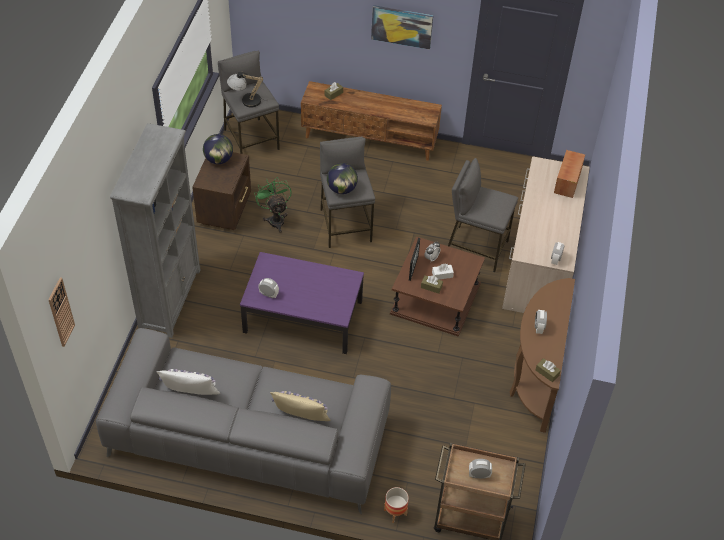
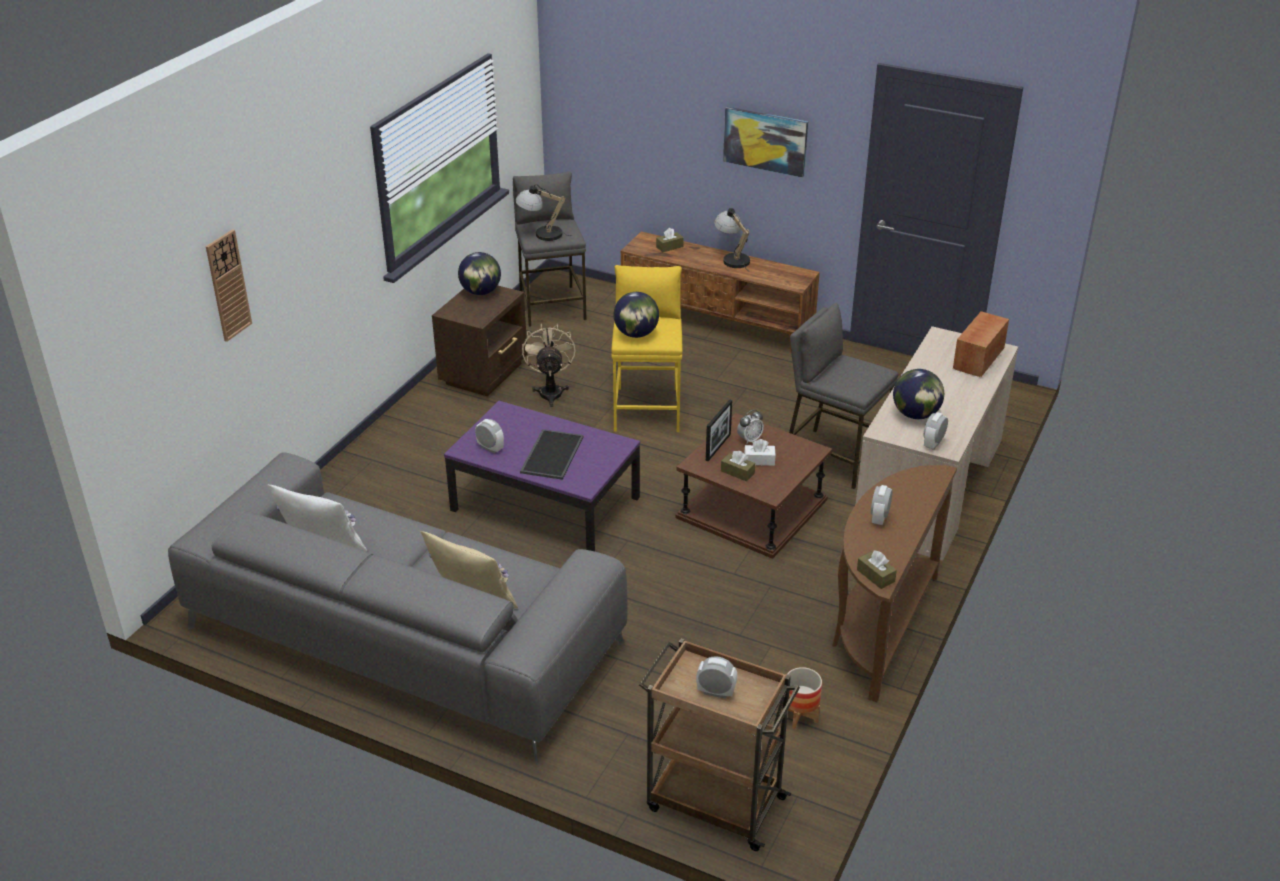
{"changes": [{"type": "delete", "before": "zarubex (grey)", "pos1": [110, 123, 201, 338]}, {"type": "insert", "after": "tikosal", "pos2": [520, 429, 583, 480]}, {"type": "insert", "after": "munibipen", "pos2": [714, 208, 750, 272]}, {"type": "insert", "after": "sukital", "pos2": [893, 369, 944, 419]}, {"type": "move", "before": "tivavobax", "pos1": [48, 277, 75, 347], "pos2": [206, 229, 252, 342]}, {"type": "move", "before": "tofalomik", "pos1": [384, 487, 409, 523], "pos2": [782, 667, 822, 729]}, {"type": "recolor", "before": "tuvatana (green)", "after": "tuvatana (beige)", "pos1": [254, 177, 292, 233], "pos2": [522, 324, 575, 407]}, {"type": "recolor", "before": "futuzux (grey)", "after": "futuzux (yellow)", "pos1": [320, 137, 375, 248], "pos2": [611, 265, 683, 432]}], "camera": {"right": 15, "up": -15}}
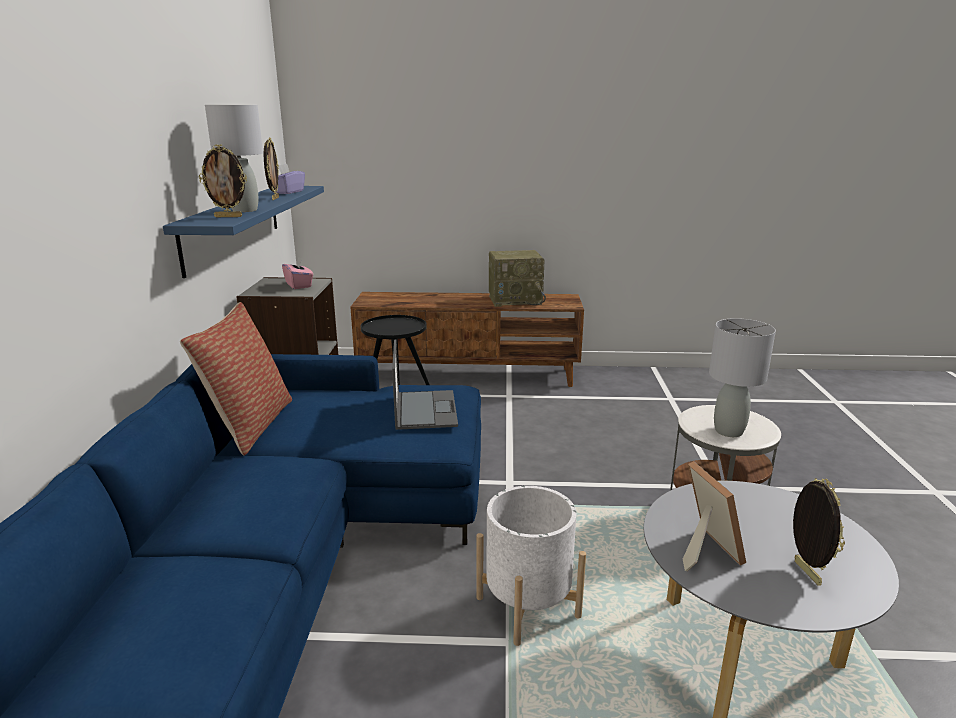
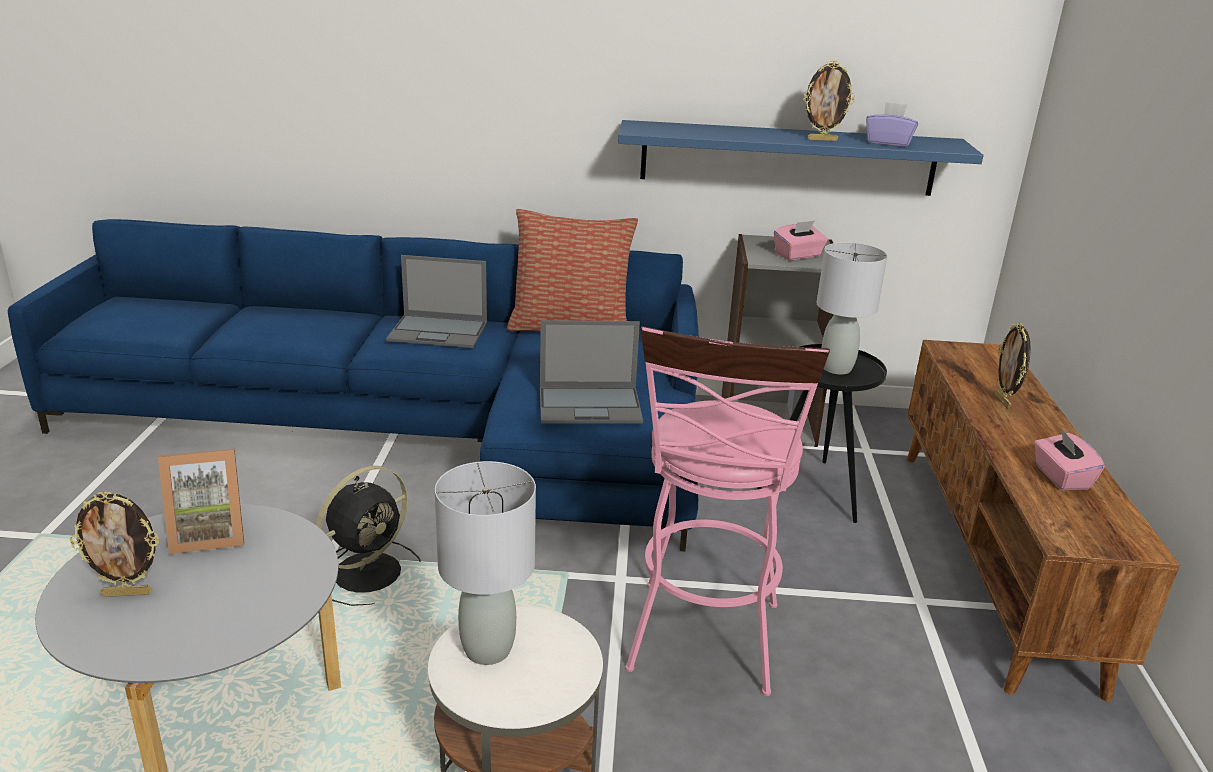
{"changes": [{"type": "insert", "after": "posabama", "pos2": [386, 255, 487, 348]}, {"type": "insert", "after": "futuzux (pink)", "pos2": [625, 326, 830, 696]}, {"type": "move", "before": "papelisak", "pos1": [199, 144, 247, 217], "pos2": [995, 322, 1031, 409]}, {"type": "move", "before": "munibipen (grey)", "pos1": [205, 105, 263, 212], "pos2": [817, 242, 887, 374]}, {"type": "replace", "before": "tofalomik (white)", "after": "tuvatana (black)", "pos1": [477, 486, 586, 646], "pos2": [316, 466, 421, 606]}, {"type": "replace", "before": "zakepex", "after": "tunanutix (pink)", "pos1": [489, 250, 546, 307], "pos2": [1034, 428, 1105, 490]}], "camera": {"right": 90, "up": 5}}
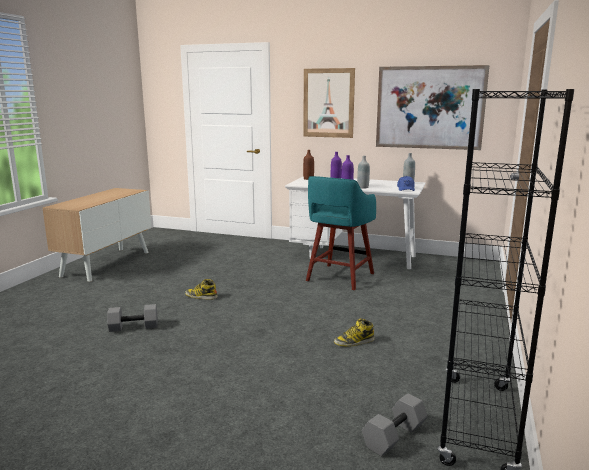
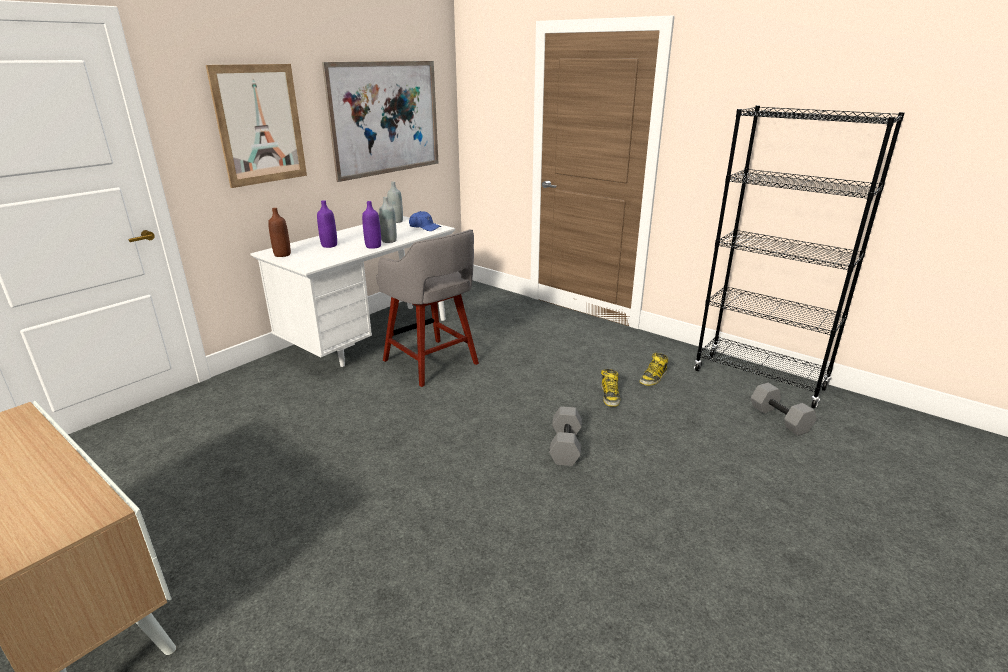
{"changes": [{"type": "move", "before": "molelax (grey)", "pos1": [107, 304, 158, 332], "pos2": [549, 406, 582, 466]}, {"type": "move", "before": "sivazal", "pos1": [185, 279, 218, 299], "pos2": [640, 353, 668, 386]}, {"type": "recolor", "before": "futuzux (turquoise)", "after": "futuzux (grey)", "pos1": [306, 176, 376, 290], "pos2": [376, 230, 479, 387]}], "camera": {"right": -70, "up": 10}}
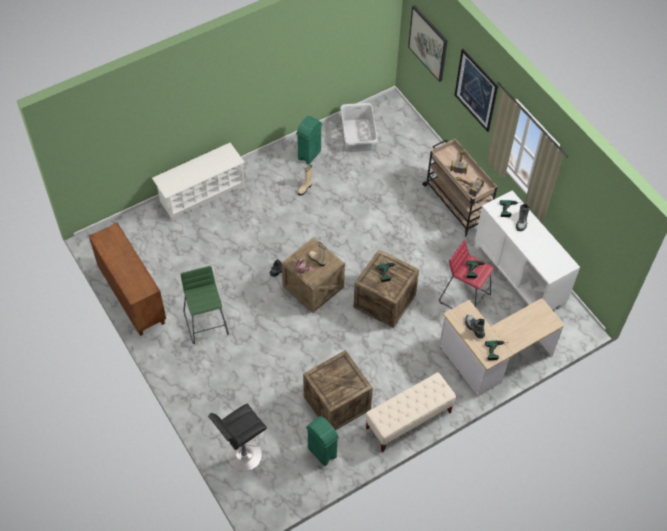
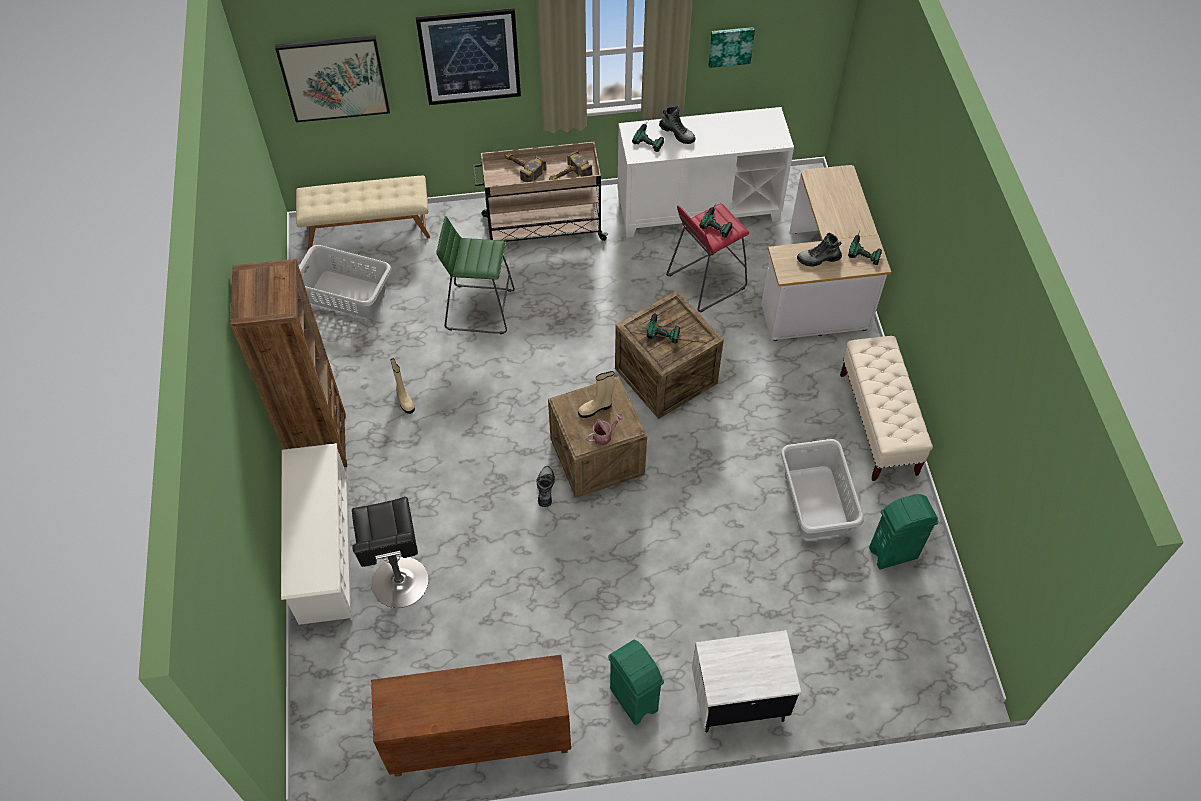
{"changes": [{"type": "insert", "after": "zarubex (brown)", "pos2": [231, 259, 347, 467]}, {"type": "insert", "after": "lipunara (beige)", "pos2": [296, 176, 430, 250]}, {"type": "insert", "after": "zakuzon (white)", "pos2": [692, 630, 802, 733]}, {"type": "insert", "after": "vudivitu", "pos2": [708, 27, 755, 68]}, {"type": "move", "before": "futuzux (green)", "pos1": [181, 266, 229, 344], "pos2": [436, 216, 515, 334]}, {"type": "move", "before": "futuzux (black)", "pos1": [208, 404, 267, 471], "pos2": [352, 497, 429, 608]}, {"type": "move", "before": "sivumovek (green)", "pos1": [296, 116, 322, 165], "pos2": [608, 640, 664, 725]}, {"type": "replace", "before": "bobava", "after": "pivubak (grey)", "pos1": [303, 350, 373, 430], "pos2": [781, 439, 863, 539]}], "camera": {"right": -65, "up": 0}}
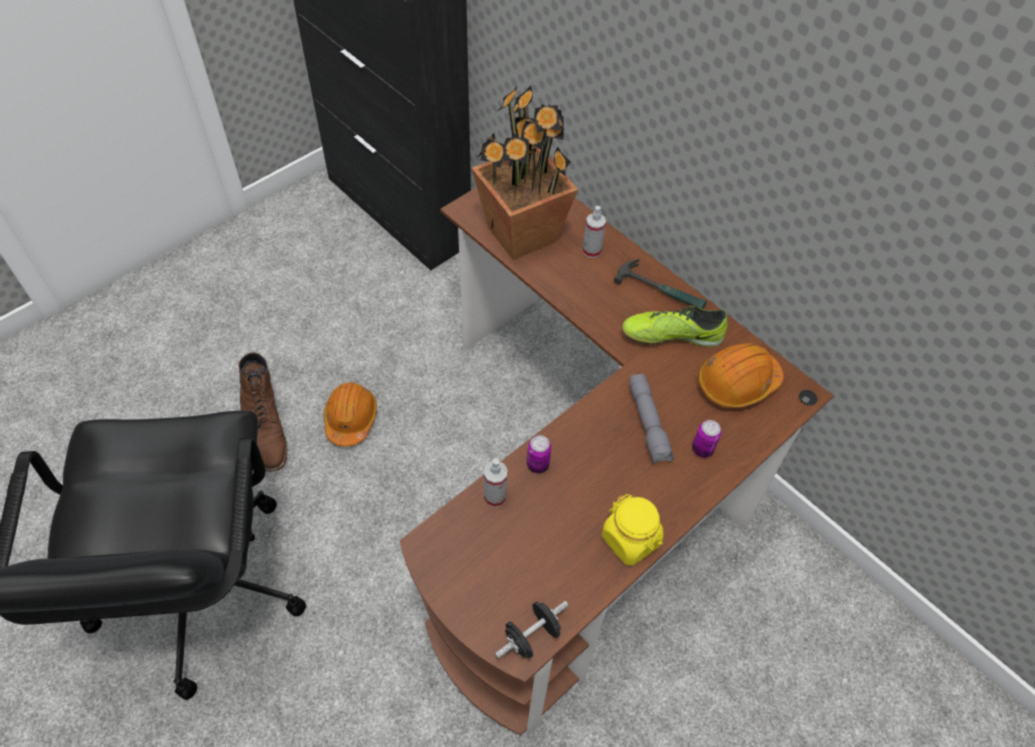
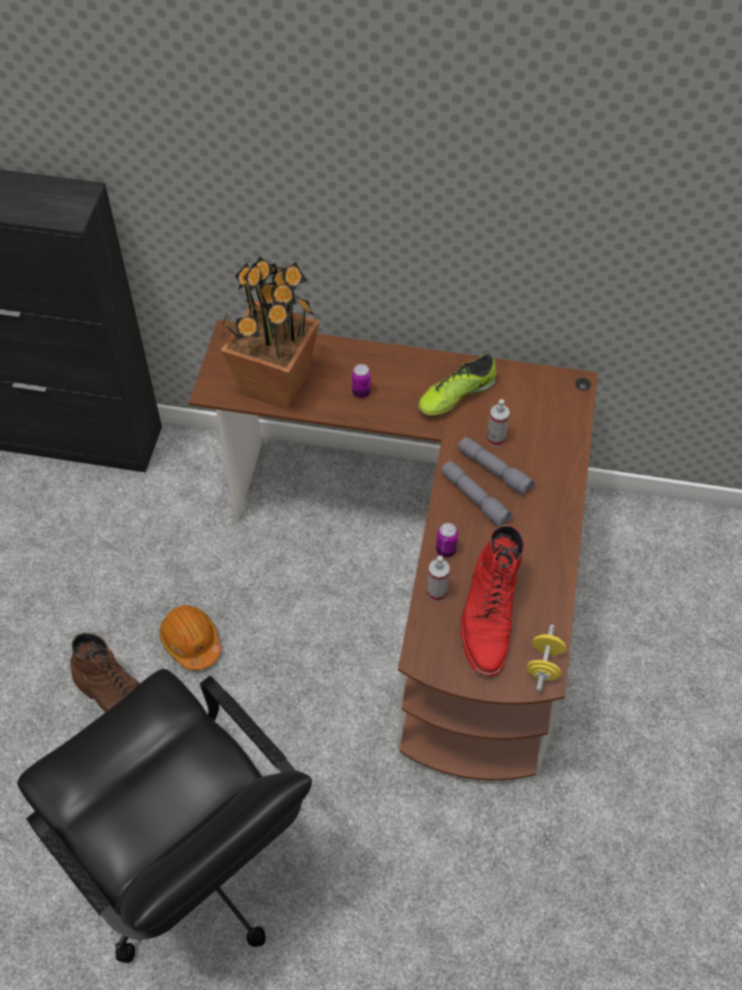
{"changes": [{"type": "delete", "before": "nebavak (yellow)", "pos1": [602, 494, 664, 566]}, {"type": "delete", "before": "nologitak", "pos1": [614, 259, 706, 309]}, {"type": "delete", "before": "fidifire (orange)", "pos1": [698, 343, 784, 408]}, {"type": "insert", "after": "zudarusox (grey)", "pos2": [442, 460, 513, 527]}, {"type": "insert", "after": "sivazal (red)", "pos2": [460, 524, 524, 676]}, {"type": "move", "before": "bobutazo", "pos1": [583, 206, 606, 258], "pos2": [487, 399, 510, 447]}, {"type": "move", "before": "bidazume", "pos1": [692, 420, 721, 458], "pos2": [352, 364, 371, 398]}, {"type": "recolor", "before": "molelax (black)", "after": "molelax (yellow)", "pos1": [495, 601, 569, 658], "pos2": [527, 624, 566, 691]}], "camera": {"right": -35, "up": 0}}
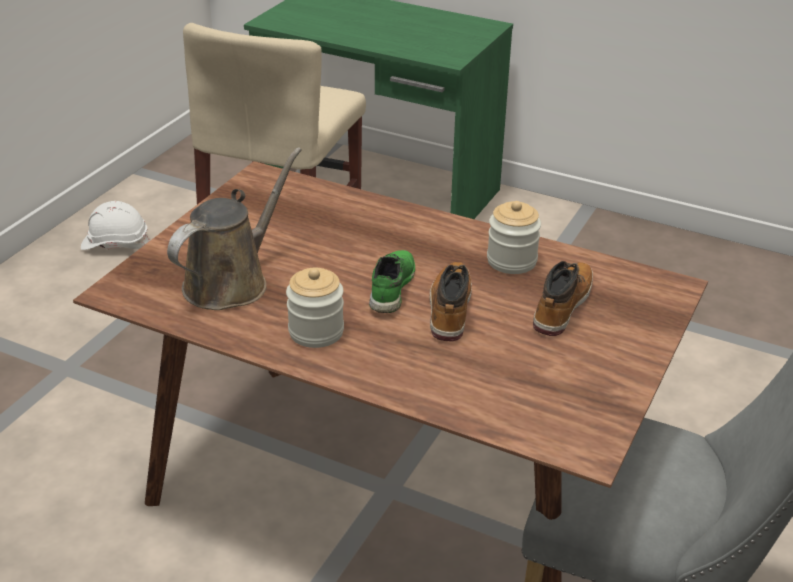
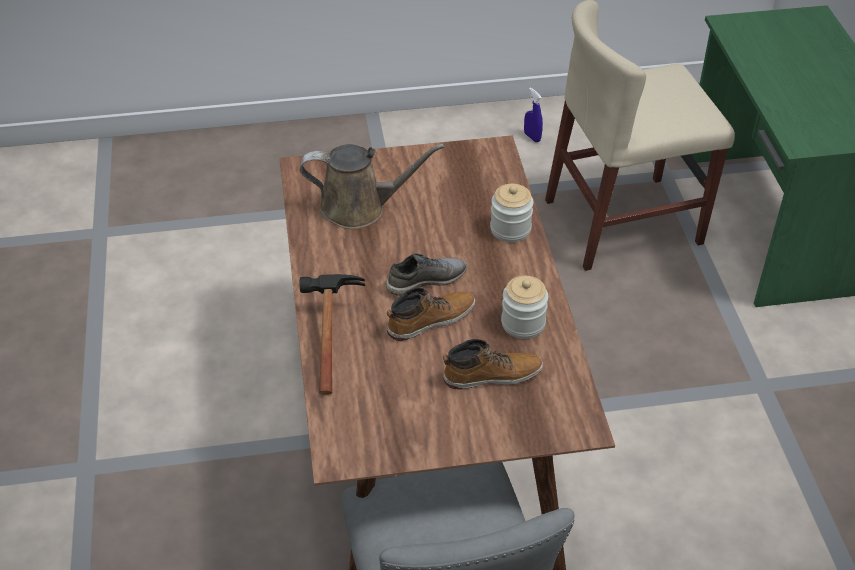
{"changes": [{"type": "insert", "after": "nologitak", "pos2": [300, 274, 365, 395]}, {"type": "move", "before": "nebavak", "pos1": [286, 268, 344, 348], "pos2": [490, 184, 534, 242]}, {"type": "replace", "before": "fidifire (white)", "after": "bobutazo (blue)", "pos1": [81, 201, 149, 250], "pos2": [524, 87, 543, 142]}, {"type": "recolor", "before": "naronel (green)", "after": "naronel (grey)", "pos1": [369, 250, 415, 313], "pos2": [386, 253, 467, 296]}], "camera": {"right": 55, "up": 10}}
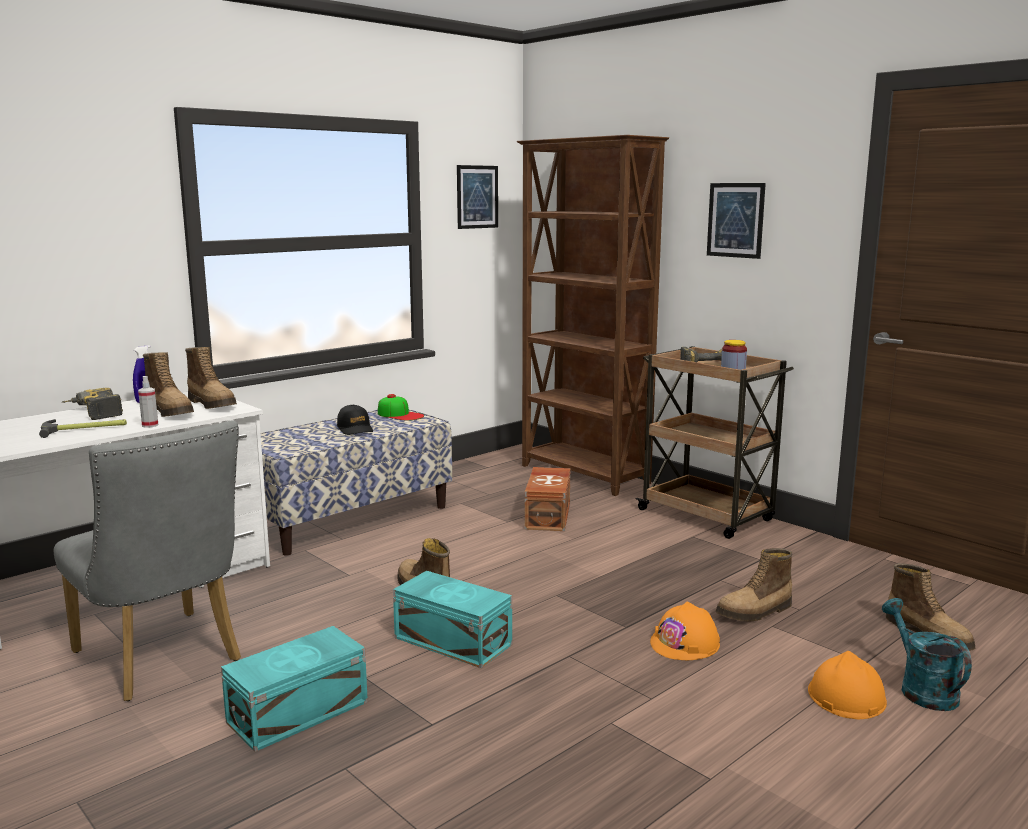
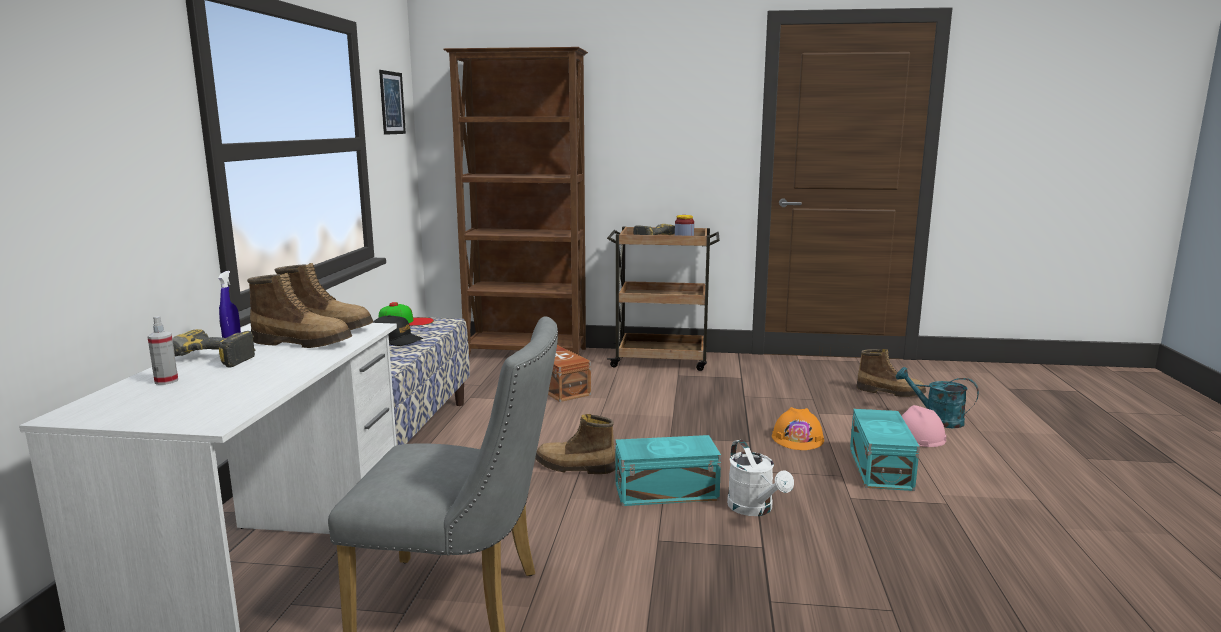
{"changes": [{"type": "delete", "before": "nologitak", "pos1": [39, 419, 127, 438]}, {"type": "delete", "before": "vudivitu", "pos1": [707, 183, 766, 259]}, {"type": "delete", "before": "sivazal", "pos1": [716, 548, 793, 622]}, {"type": "insert", "after": "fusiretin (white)", "pos2": [727, 440, 794, 516]}, {"type": "move", "before": "bobutazo", "pos1": [138, 376, 158, 428], "pos2": [147, 316, 178, 385]}, {"type": "move", "before": "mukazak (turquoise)", "pos1": [221, 626, 368, 752], "pos2": [850, 409, 920, 491]}, {"type": "recolor", "before": "fidifire (orange)", "after": "fidifire (pink)", "pos1": [808, 651, 887, 719], "pos2": [902, 405, 946, 447]}], "camera": {"right": -40, "up": 0}}
